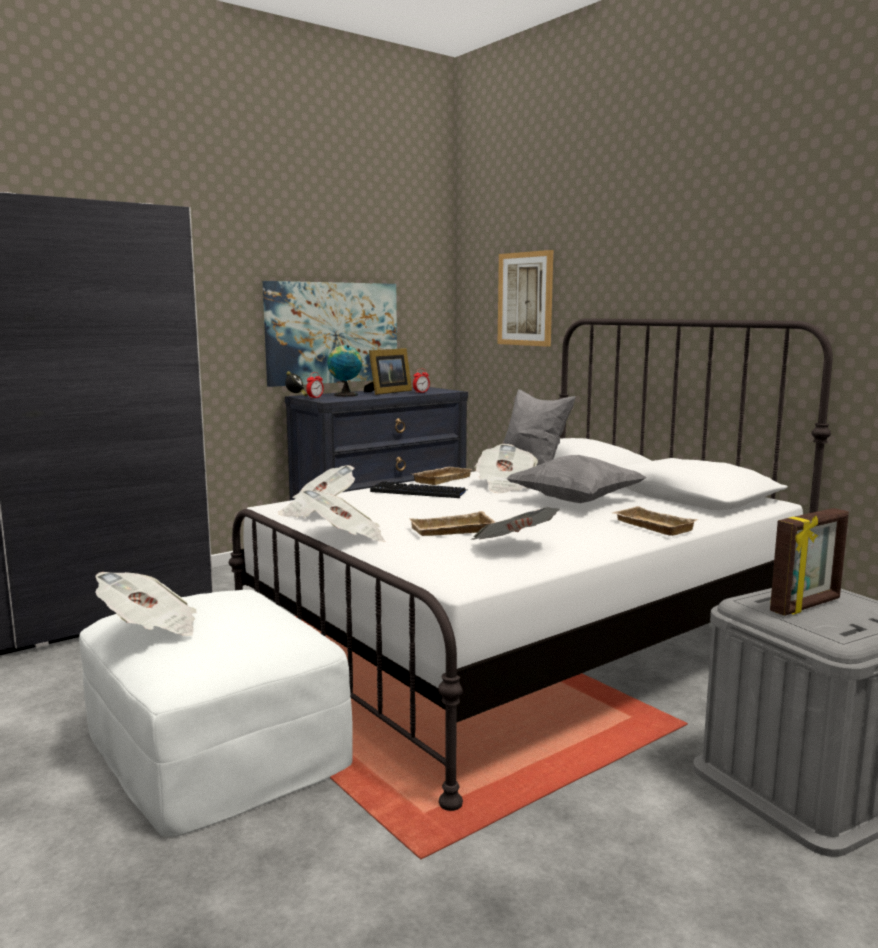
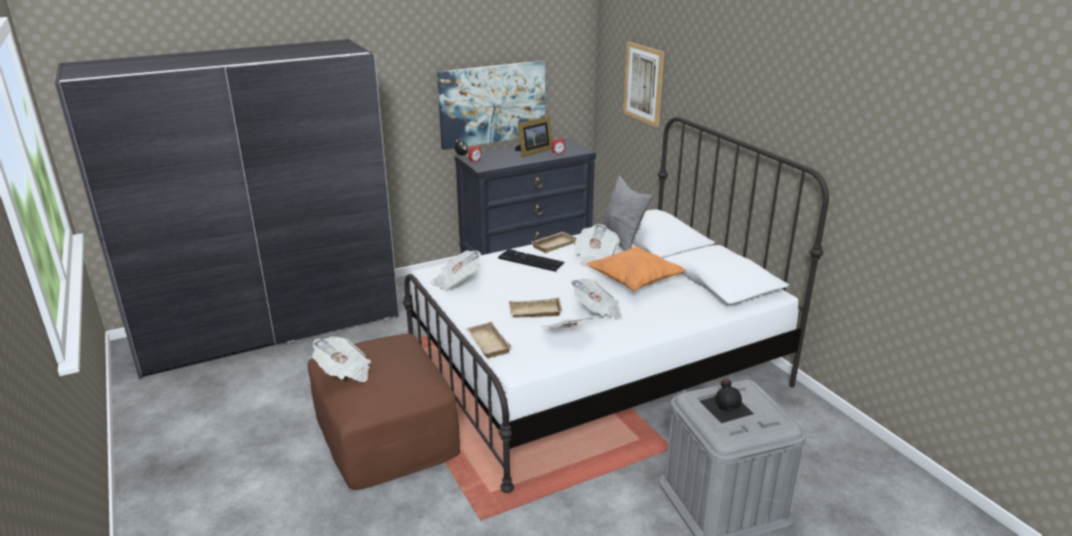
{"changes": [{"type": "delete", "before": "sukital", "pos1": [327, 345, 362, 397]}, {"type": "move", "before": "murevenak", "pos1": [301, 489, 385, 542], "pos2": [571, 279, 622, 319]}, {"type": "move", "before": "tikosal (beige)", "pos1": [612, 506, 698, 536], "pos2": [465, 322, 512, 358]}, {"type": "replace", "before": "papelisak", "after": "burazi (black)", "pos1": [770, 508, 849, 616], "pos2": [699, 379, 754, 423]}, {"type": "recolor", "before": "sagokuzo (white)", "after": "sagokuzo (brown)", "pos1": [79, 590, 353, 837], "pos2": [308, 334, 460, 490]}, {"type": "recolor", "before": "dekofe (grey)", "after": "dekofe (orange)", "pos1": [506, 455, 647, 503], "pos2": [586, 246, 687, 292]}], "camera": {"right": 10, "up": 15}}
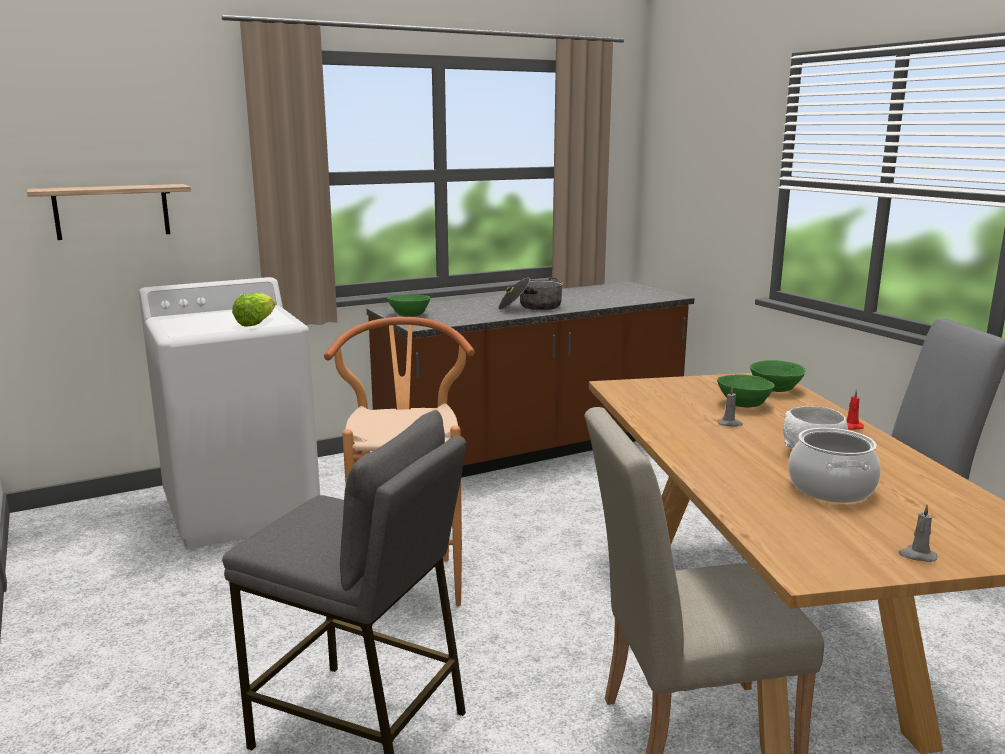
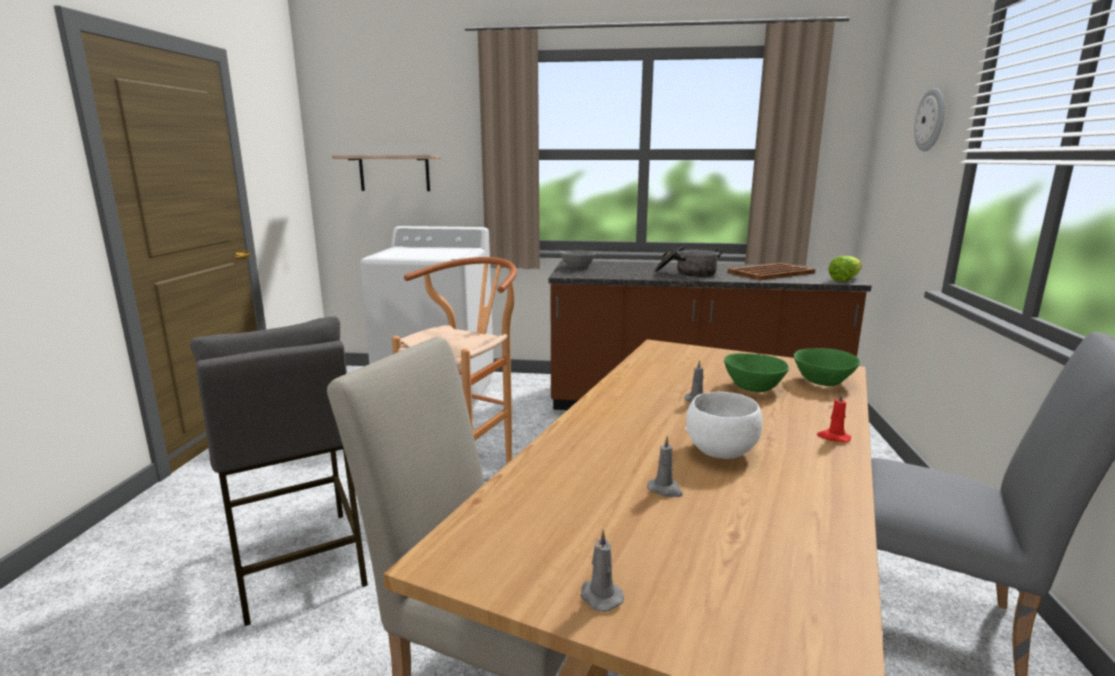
{"changes": [{"type": "insert", "after": "tikosal (brown)", "pos2": [728, 263, 815, 280]}, {"type": "insert", "after": "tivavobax", "pos2": [914, 88, 945, 151]}, {"type": "move", "before": "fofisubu", "pos1": [232, 293, 275, 327], "pos2": [828, 256, 862, 282]}, {"type": "replace", "before": "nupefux", "after": "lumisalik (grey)", "pos1": [788, 428, 881, 503], "pos2": [647, 435, 683, 497]}, {"type": "recolor", "before": "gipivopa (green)", "after": "gipivopa (grey)", "pos1": [387, 294, 430, 317], "pos2": [560, 250, 595, 269]}], "camera": {"right": 35, "up": 0}}
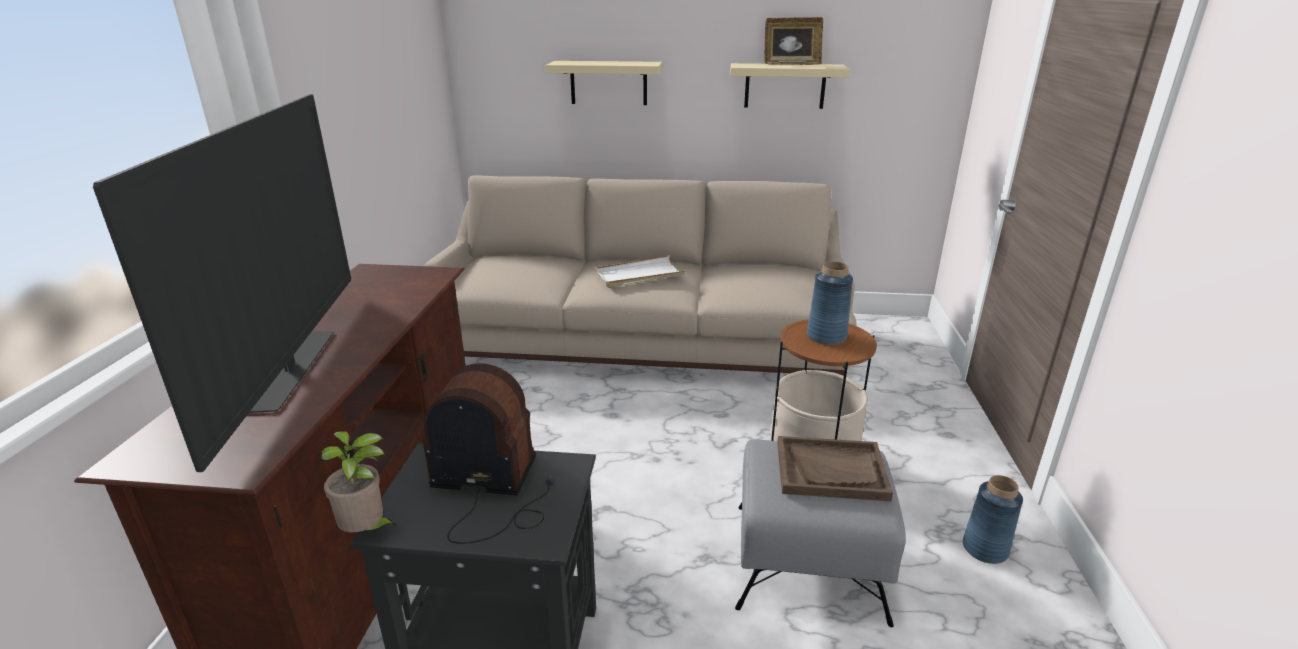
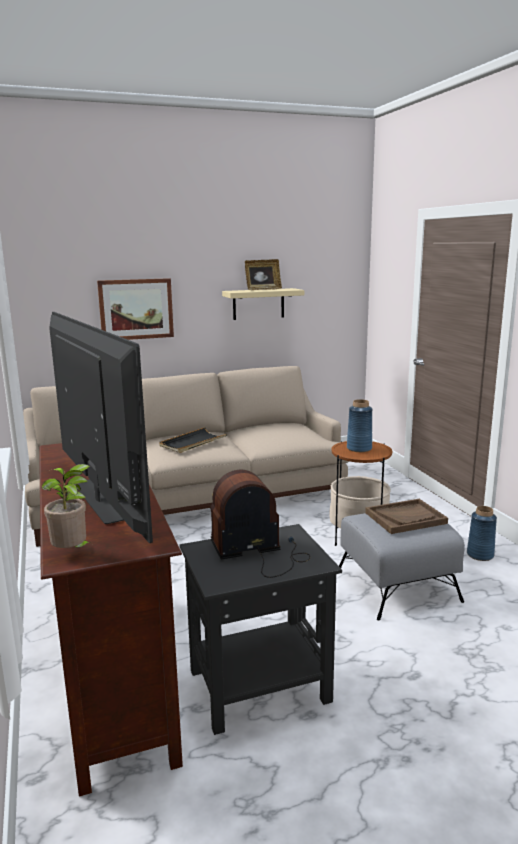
{"changes": [{"type": "move", "before": "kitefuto", "pos1": [322, 431, 397, 532], "pos2": [42, 464, 92, 548]}, {"type": "replace", "before": "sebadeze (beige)", "after": "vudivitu", "pos1": [545, 61, 663, 105], "pos2": [97, 278, 174, 340]}, {"type": "recolor", "before": "tikosal (white)", "after": "tikosal (black)", "pos1": [595, 255, 686, 288], "pos2": [159, 427, 227, 453]}], "camera": {"right": -25, "up": -10}}
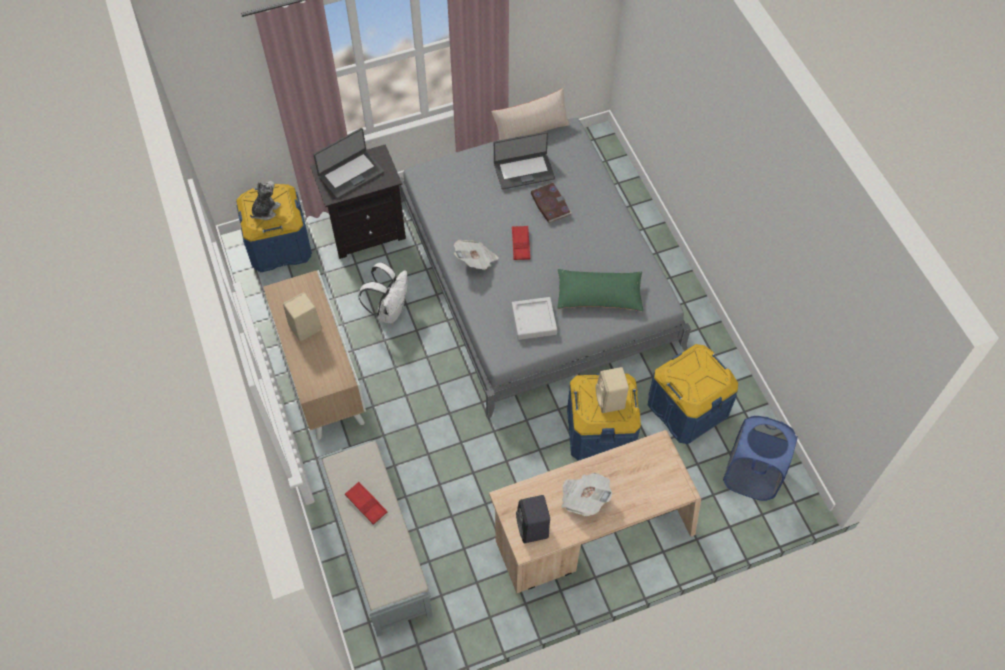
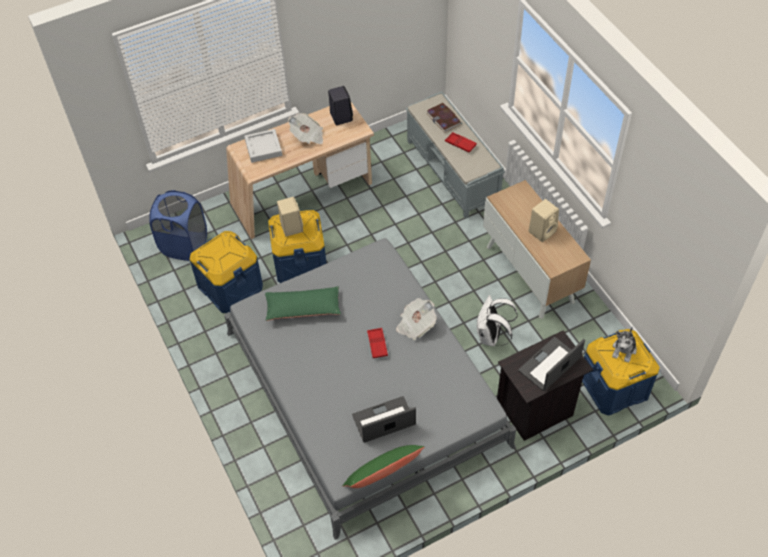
{"changes": [{"type": "move", "before": "tikosal (grey)", "pos1": [512, 297, 557, 340], "pos2": [244, 129, 282, 163]}, {"type": "move", "before": "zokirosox", "pos1": [531, 183, 571, 223], "pos2": [426, 103, 461, 133]}, {"type": "recolor", "before": "dekofe (beige)", "after": "dekofe (green)", "pos1": [491, 88, 570, 140], "pos2": [342, 445, 425, 488]}], "camera": {"right": 175, "up": -5}}
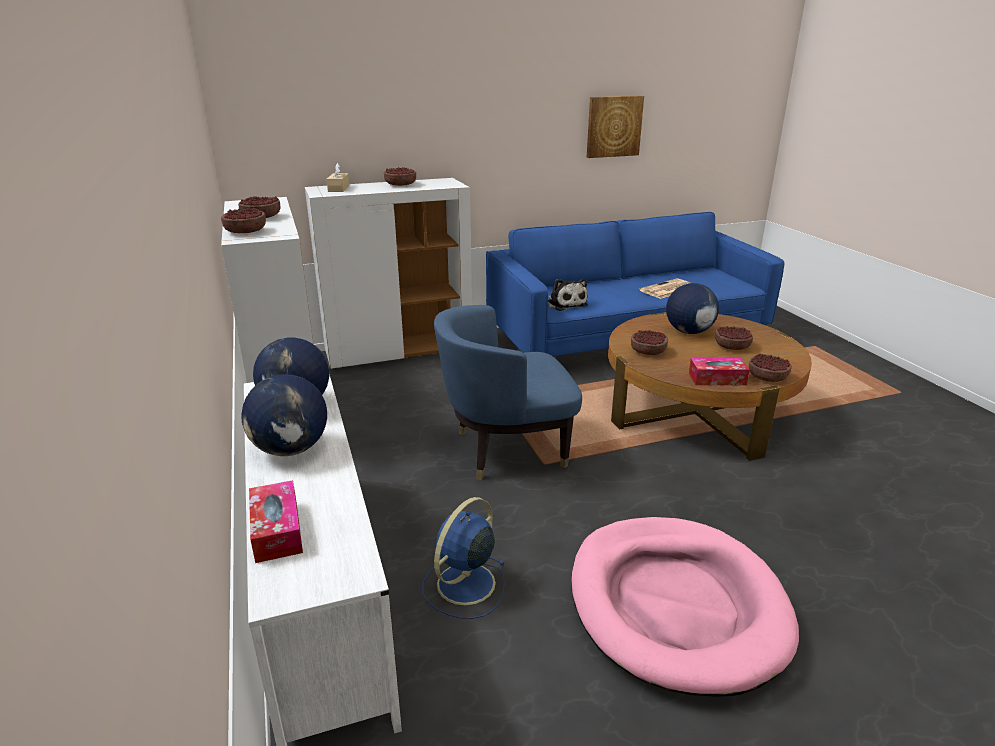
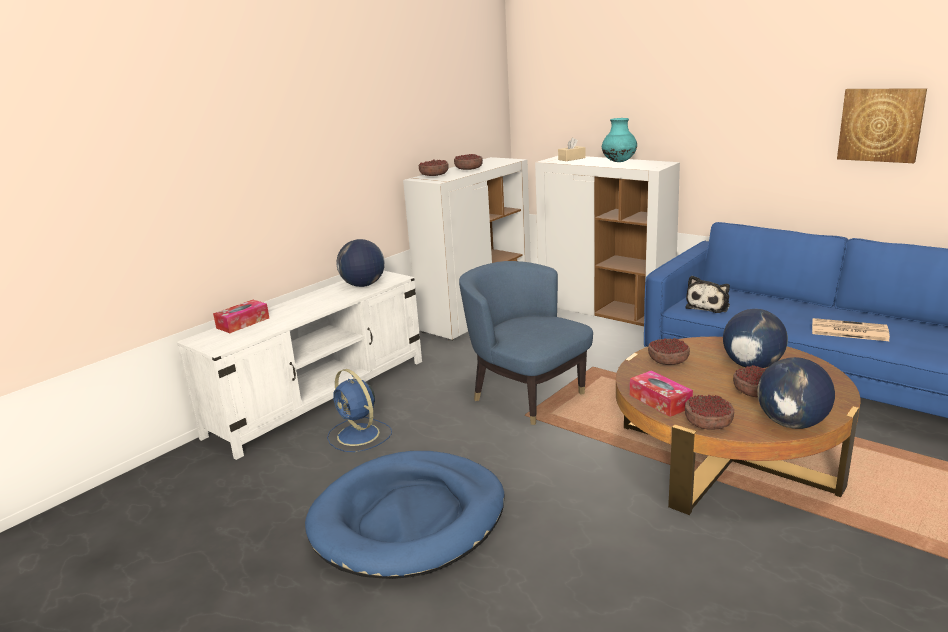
{"changes": [{"type": "move", "before": "sukital", "pos1": [241, 374, 327, 456], "pos2": [757, 357, 835, 429]}, {"type": "replace", "before": "gipivopa", "after": "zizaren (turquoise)", "pos1": [384, 167, 416, 186], "pos2": [602, 118, 637, 162]}, {"type": "recolor", "before": "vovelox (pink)", "after": "vovelox (blue)", "pos1": [571, 517, 799, 697], "pos2": [305, 451, 505, 579]}, {"type": "rotate", "before": "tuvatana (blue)", "pos1": [422, 497, 505, 619], "pos2": [327, 369, 392, 452], "turn": -135}], "camera": {"right": 60, "up": -5}}
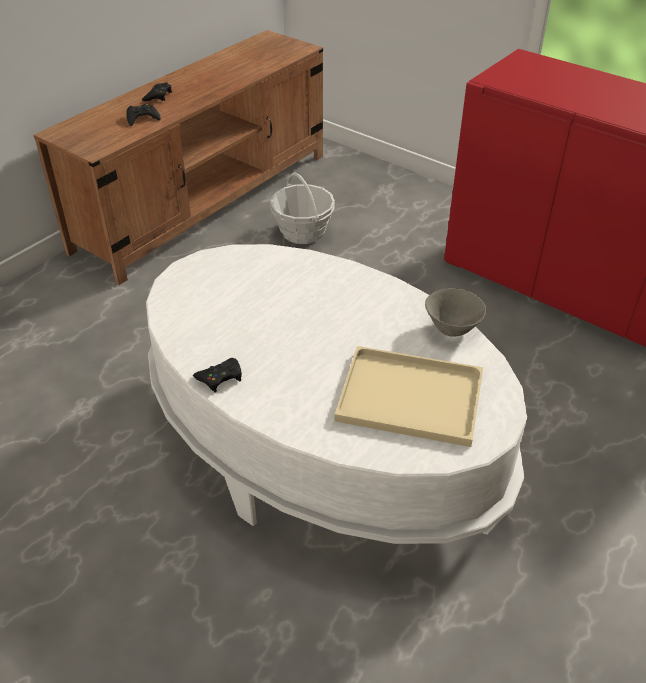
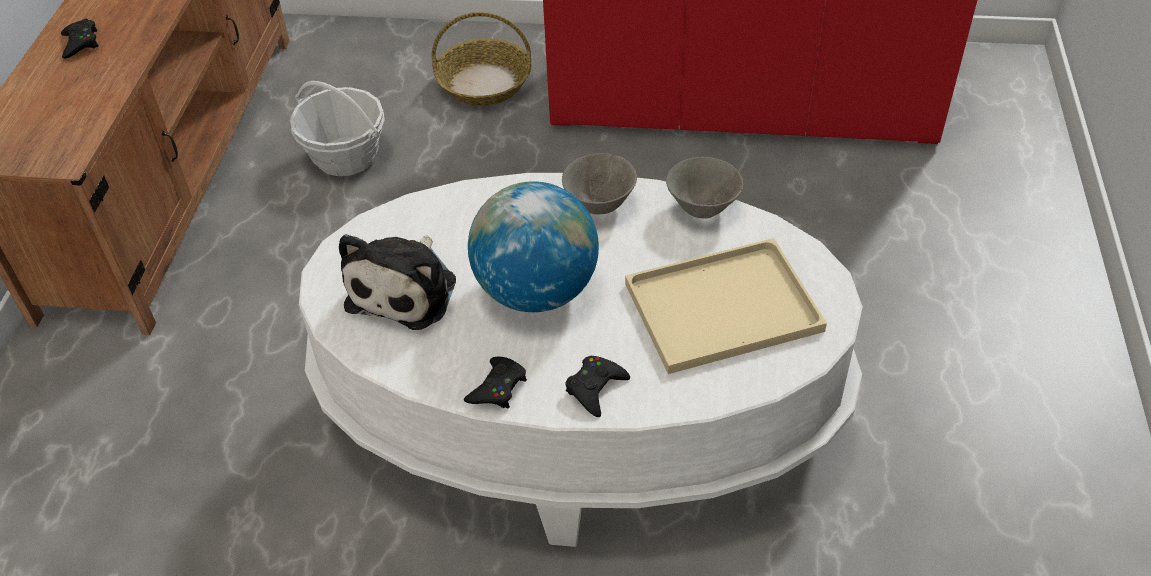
{"changes": [{"type": "insert", "after": "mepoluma", "pos2": [339, 234, 456, 330]}, {"type": "insert", "after": "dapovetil", "pos2": [432, 12, 532, 106]}, {"type": "insert", "after": "sukital", "pos2": [468, 181, 599, 312]}, {"type": "insert", "after": "gipivopa (grey)", "pos2": [562, 153, 637, 214]}, {"type": "move", "before": "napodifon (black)", "pos1": [127, 104, 161, 126], "pos2": [566, 356, 630, 417]}], "camera": {"right": -30, "up": 5}}
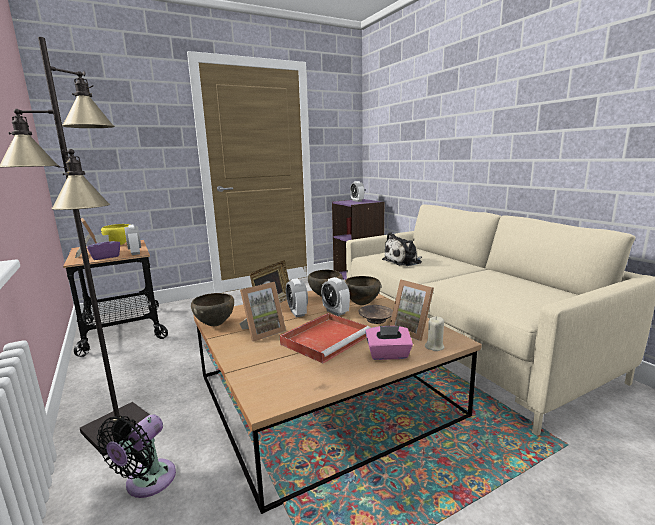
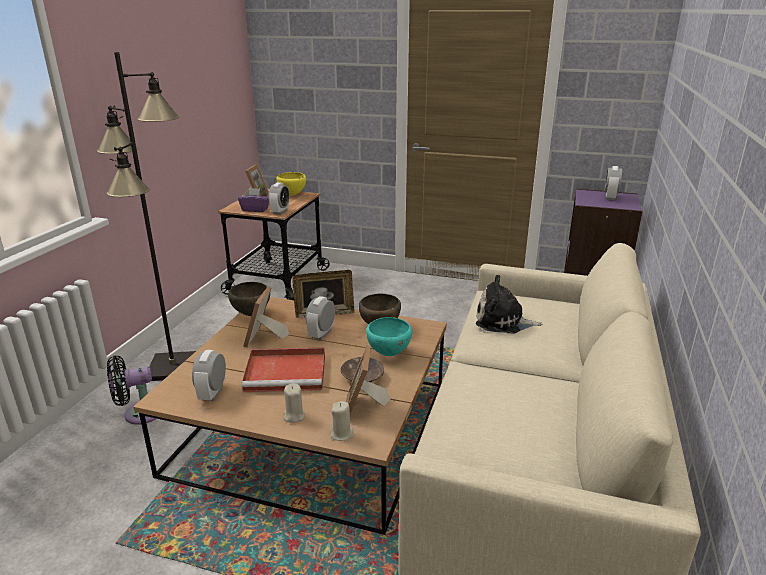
{"changes": [{"type": "move", "before": "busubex", "pos1": [321, 277, 350, 316], "pos2": [192, 350, 226, 401]}, {"type": "replace", "before": "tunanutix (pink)", "after": "lumisalik (beige)", "pos1": [365, 326, 413, 360], "pos2": [284, 383, 305, 423]}, {"type": "recolor", "before": "gipivopa (brown)", "after": "gipivopa (turquoise)", "pos1": [344, 276, 381, 305], "pos2": [366, 317, 412, 356]}, {"type": "rotate", "before": "papelisak", "pos1": [240, 282, 286, 342], "pos2": [243, 287, 289, 348], "turn": 90}], "camera": {"right": 45, "up": 10}}
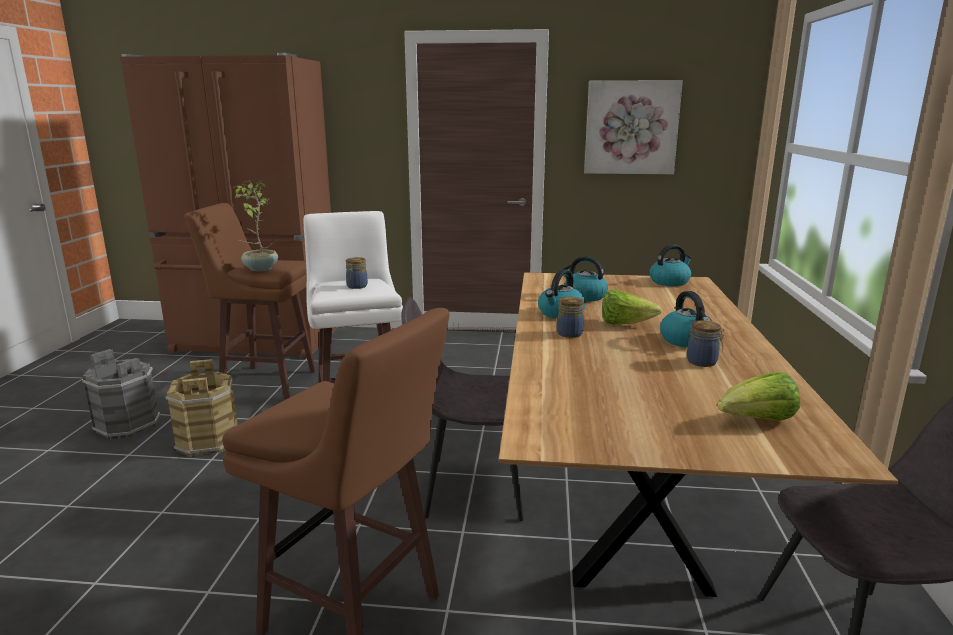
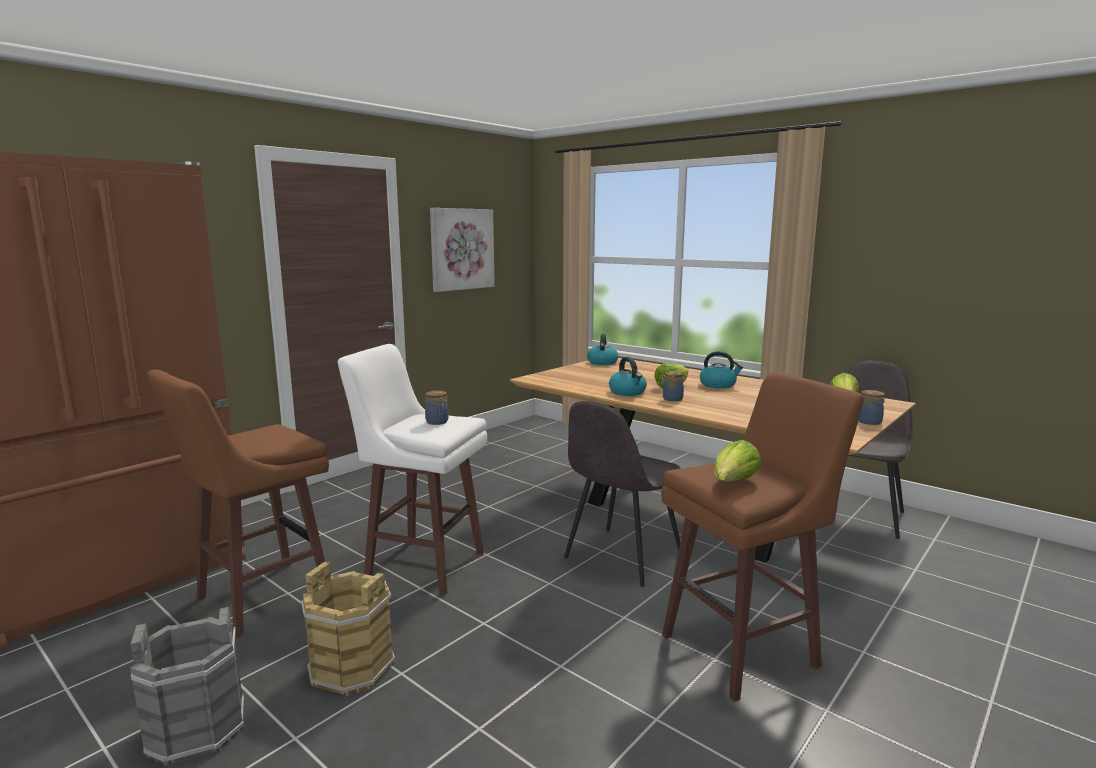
{"changes": [{"type": "delete", "before": "kitefuto", "pos1": [233, 181, 278, 271]}, {"type": "delete", "before": "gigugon", "pos1": [562, 256, 608, 302]}, {"type": "insert", "after": "fofisubu", "pos2": [714, 440, 761, 482]}, {"type": "move", "before": "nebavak", "pos1": [687, 320, 725, 367], "pos2": [859, 390, 885, 425]}], "camera": {"right": -55, "up": -5}}
